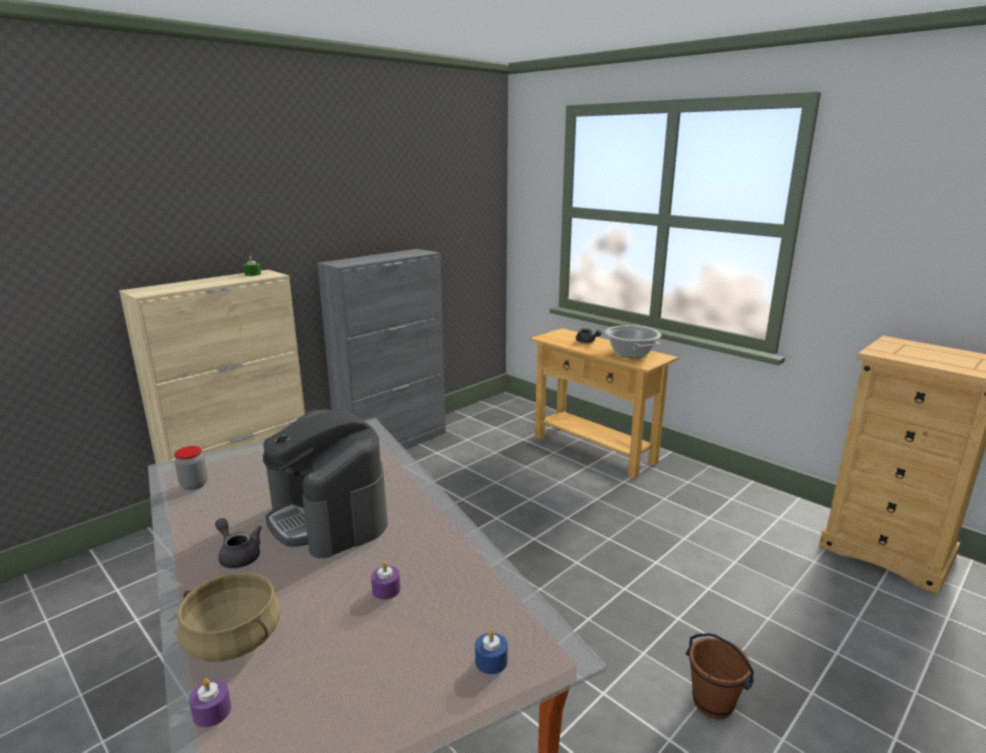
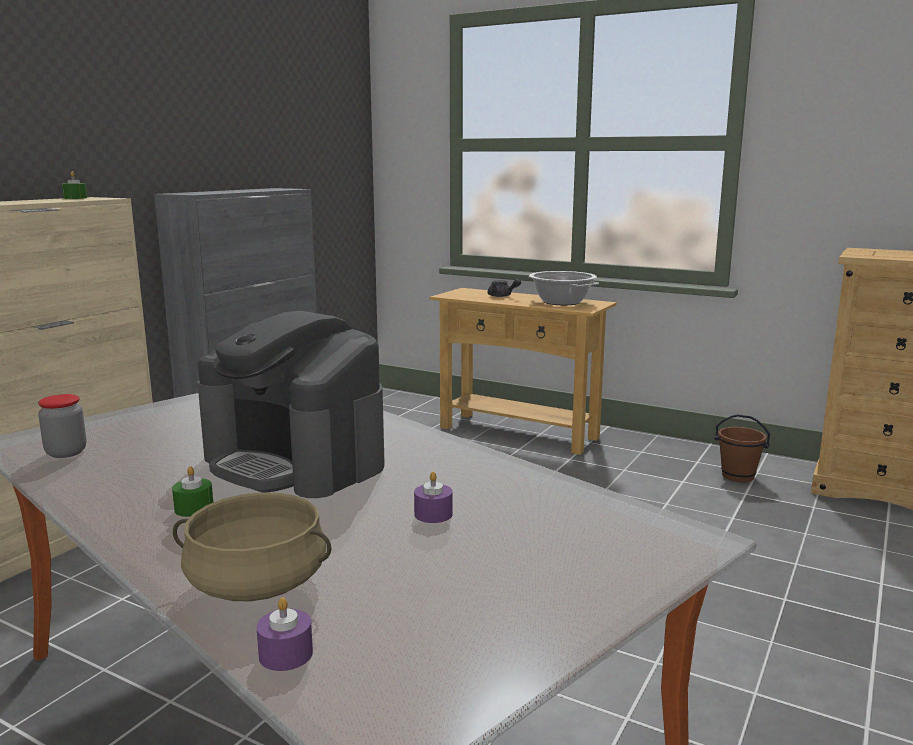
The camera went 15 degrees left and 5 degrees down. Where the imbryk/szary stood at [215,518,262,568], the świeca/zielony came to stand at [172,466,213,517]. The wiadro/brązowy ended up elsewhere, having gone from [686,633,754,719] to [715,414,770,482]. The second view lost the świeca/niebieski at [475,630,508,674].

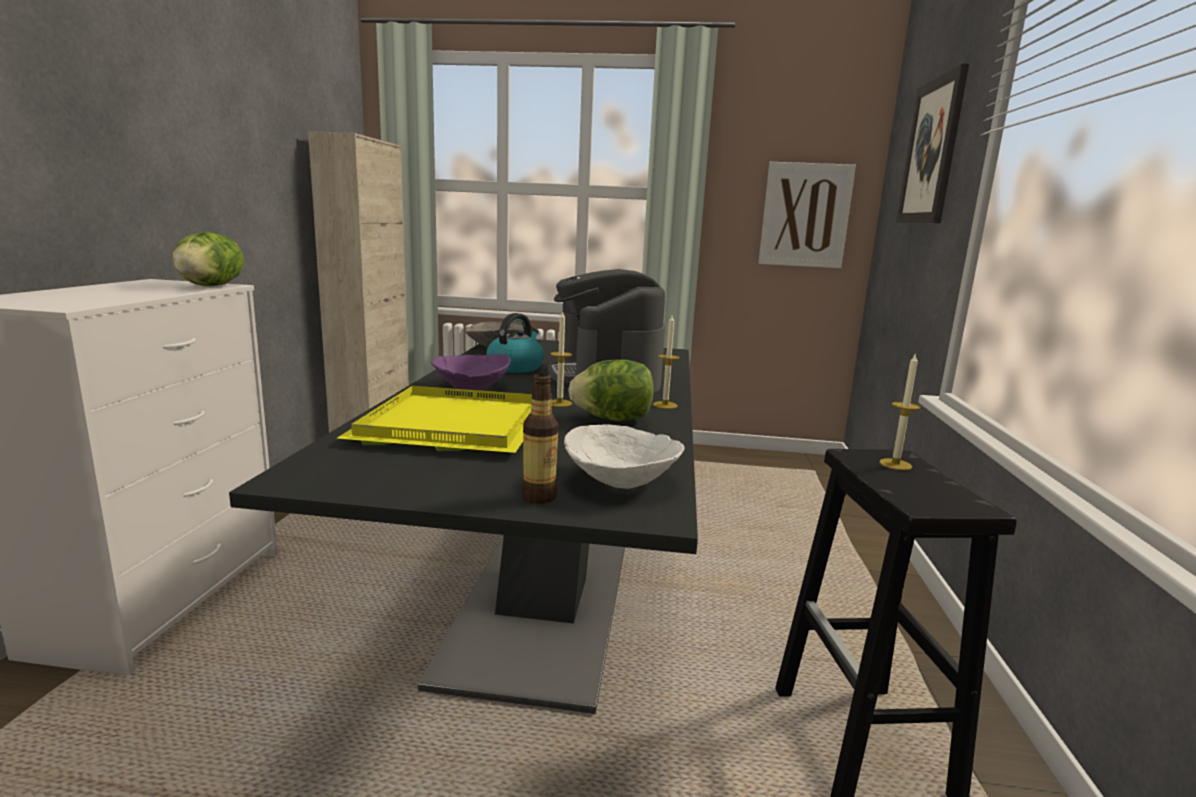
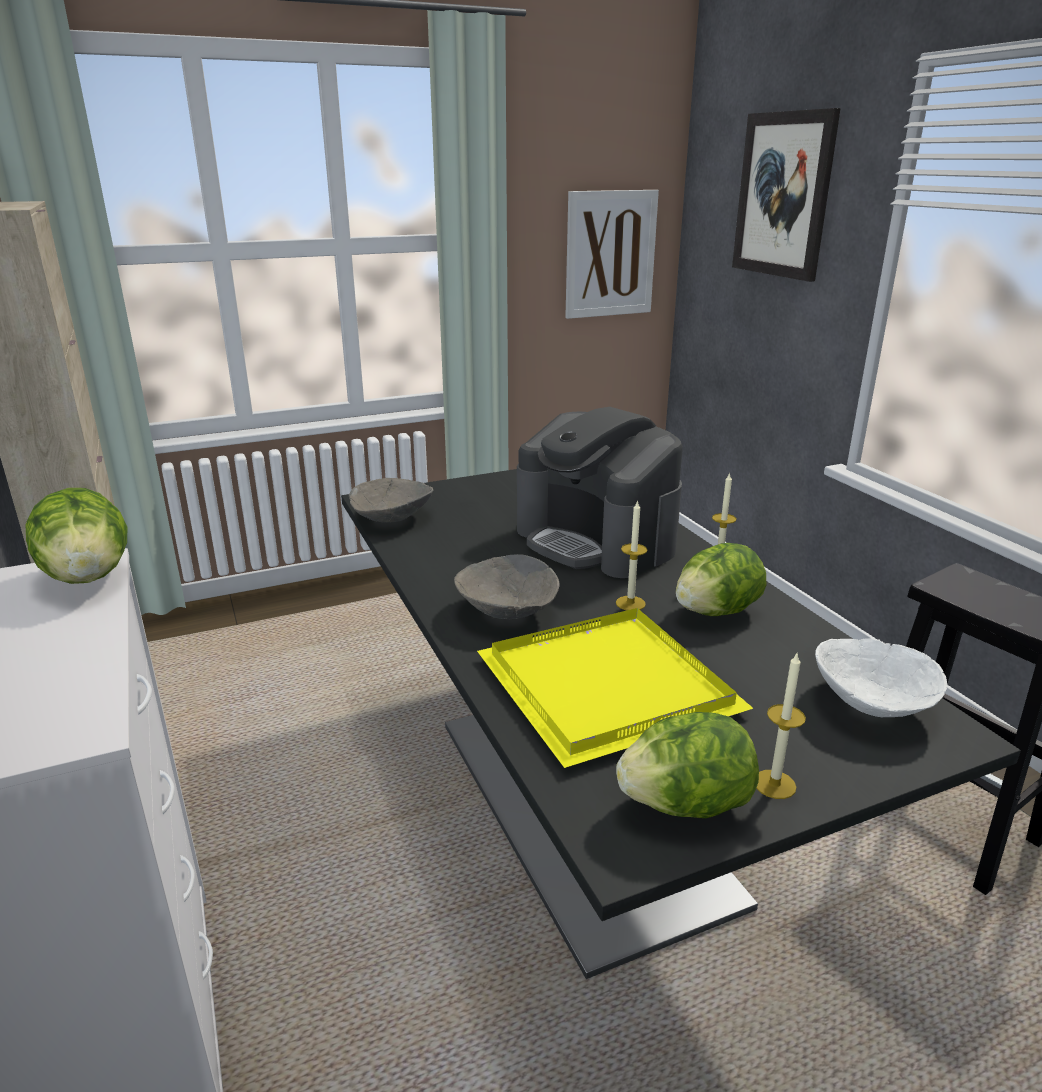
The camera went 30 degrees left and 10 degrees up. What was the miska/fioletowy at [431,354,511,390] turned into the miska/szary at [454,554,560,619]. The second view gained the sałata at [616,712,759,818]. The świeca ended up elsewhere, having gone from [879,352,921,470] to [756,654,806,799]. The second view lost the czajnik at [486,313,544,373]. The second view lost the butelka at [522,374,559,504].

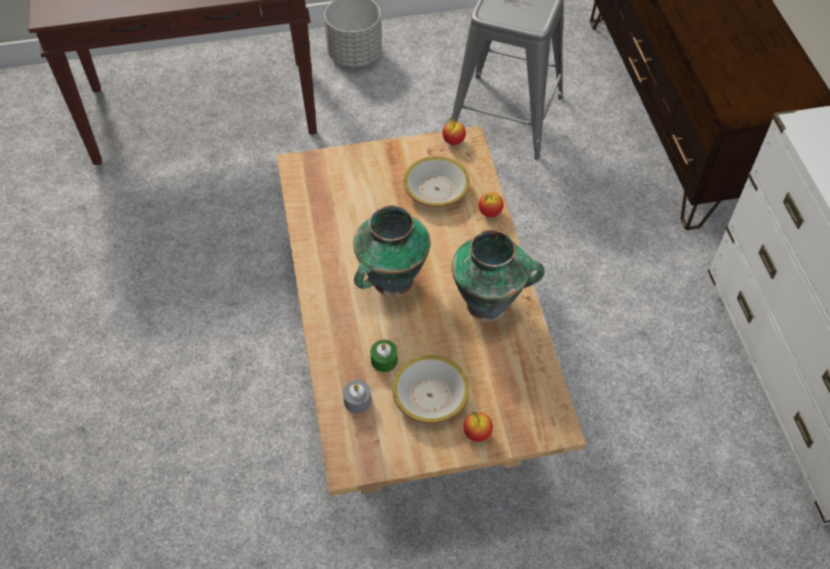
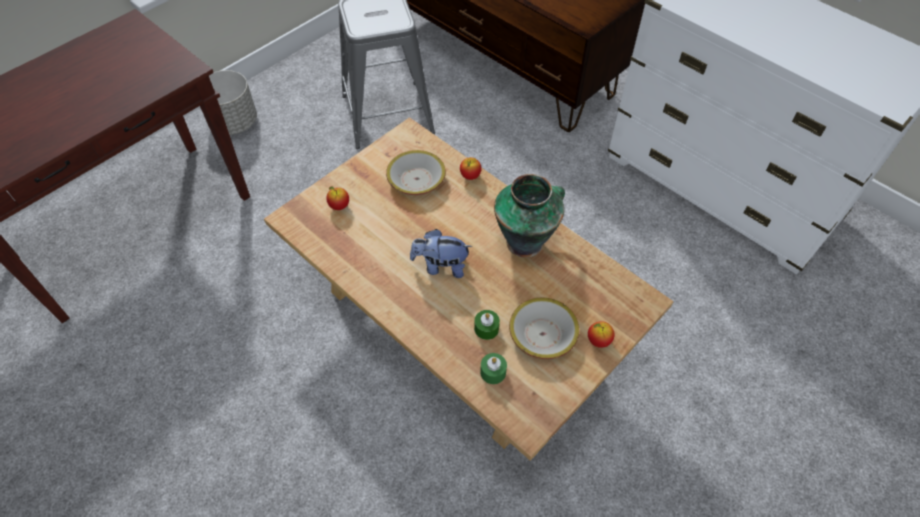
The camera went 35 degrees left and 0 degrees up. The jabłko ended up elsewhere, having gone from [443,118,466,145] to [326,187,349,210]. Where the wazon stood at [353,205,430,297], the pluszak came to stand at [410,229,472,278]. What was the świeca/szary at [343,380,371,413] turned into the świeca/zielony at [480,353,507,384].

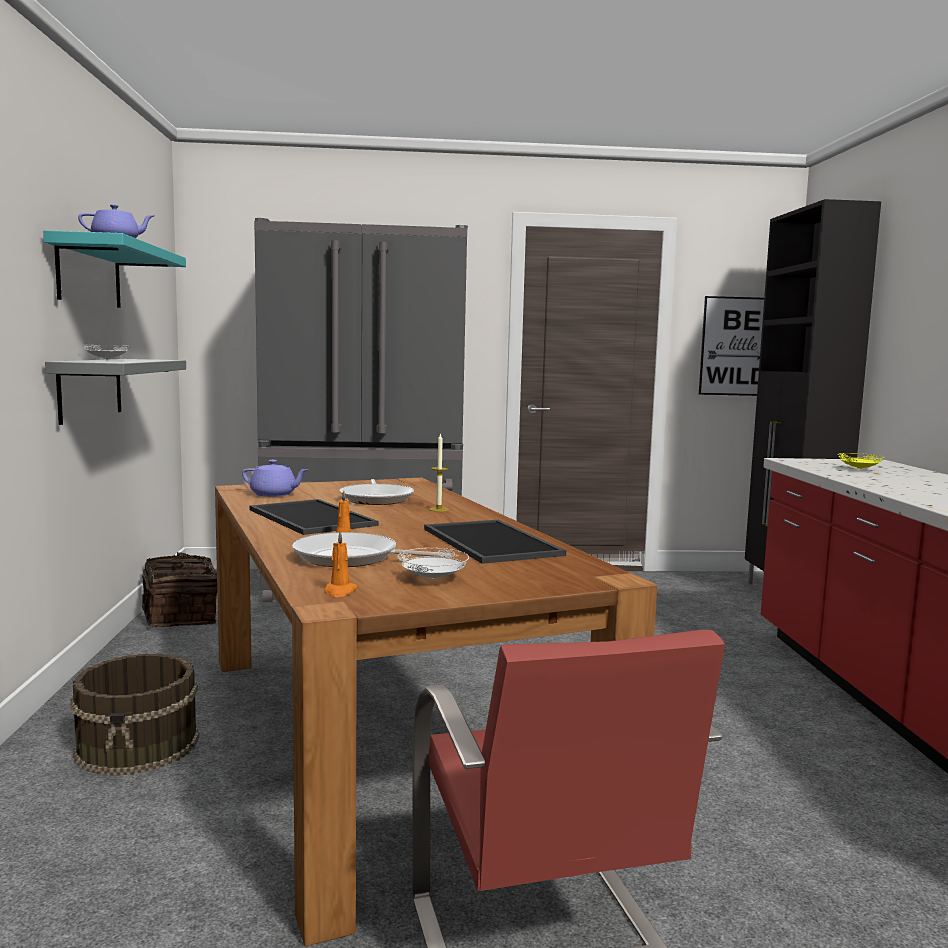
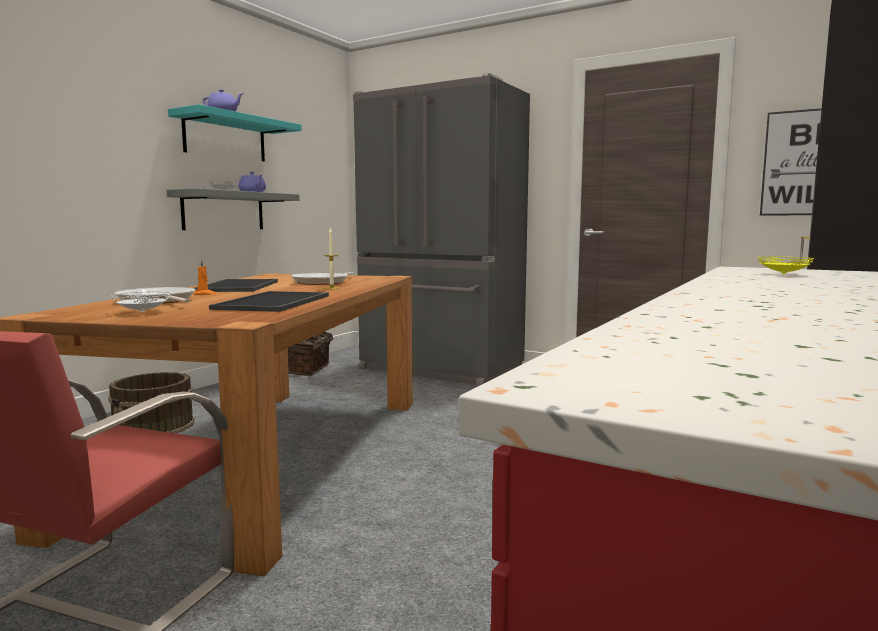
The camera went 35 degrees right and 0 degrees up. The imbryk/fioletowy ended up elsewhere, having gone from [242,460,309,497] to [239,172,266,192]. The second view lost the świeca/pomarańczowy at [324,531,357,597].

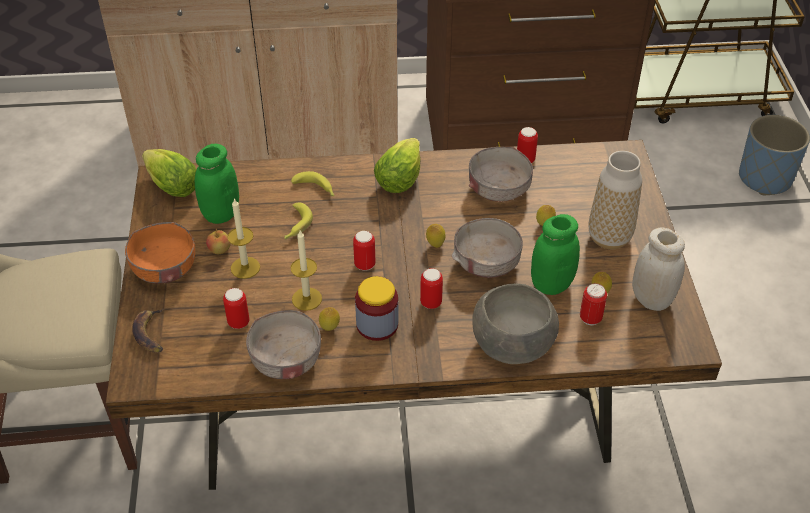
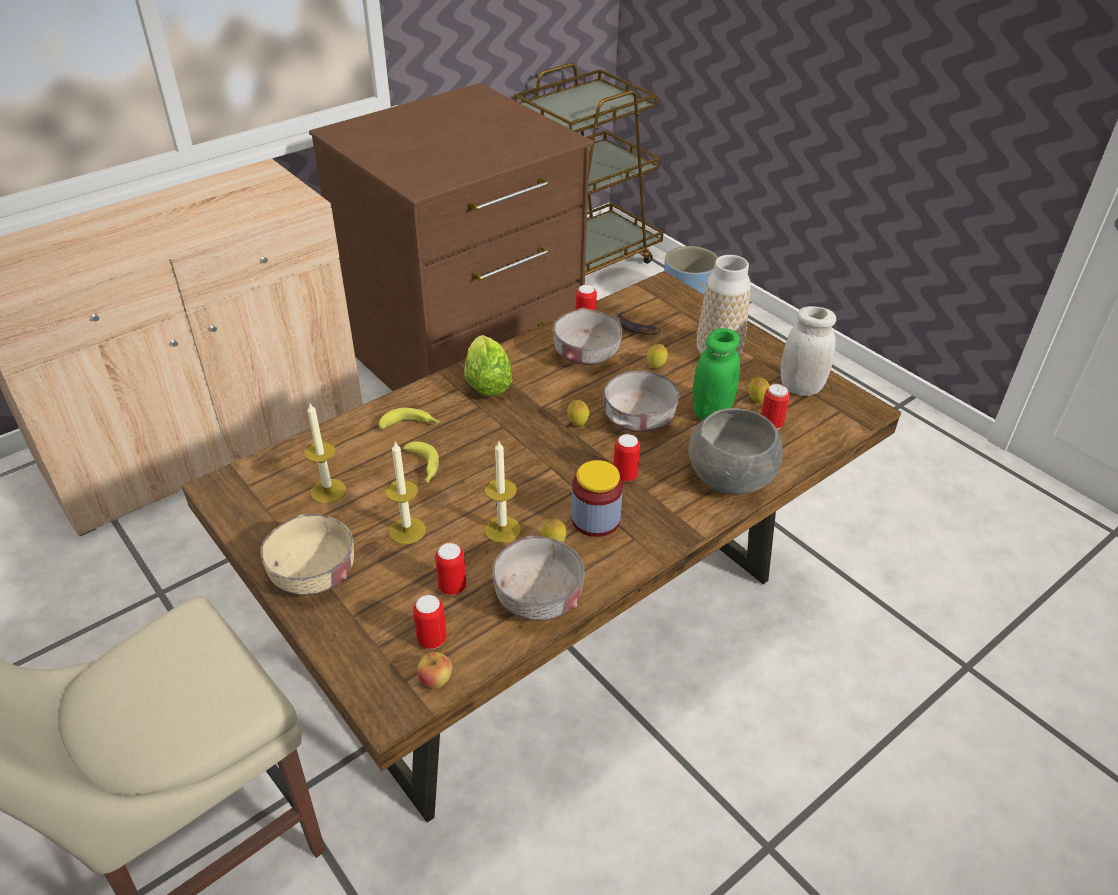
The camera went 35 degrees left and 5 degrees down. What was the miska/pomarańczowy at [125,222,195,284] turned into the miska/beżowy at [260,514,354,595]. Where the słoik/zielony stood at [195,144,239,224], the świeca came to stand at [304,403,346,504]. The puszka ended up elsewhere, having gone from [353,231,375,271] to [413,595,447,649]. The jabłko ended up elsewhere, having gone from [206,229,231,254] to [417,652,452,688]. The banan ended up elsewhere, having gone from [133,309,163,352] to [613,311,661,335]. The second view lost the sałata at [142,149,196,197].

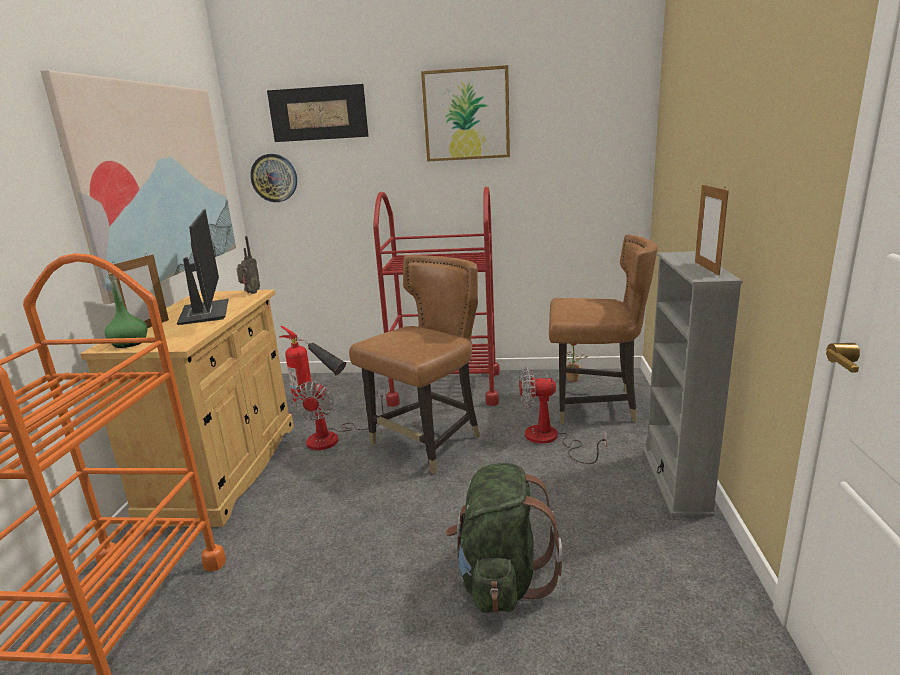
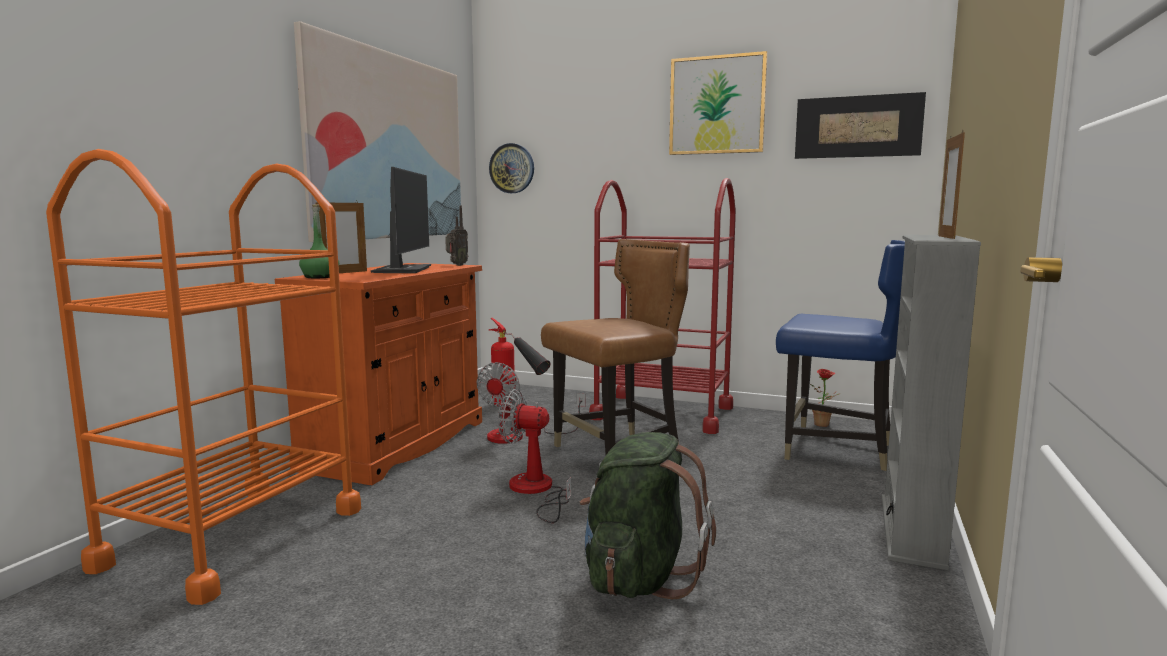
The camera went 15 degrees right and 10 degrees down. What was the szafka/beżowy at [80,290,294,527] turned into the szafka/pomarańczowy at [275,263,482,485]. The wentylator ended up elsewhere, having gone from [519,367,607,464] to [498,389,571,523]. What was the krzesło/brązowy at [549,235,658,424] turned into the krzesło/niebieski at [776,240,905,471]. The obraz ended up elsewhere, having gone from [267,84,369,142] to [795,92,926,159].

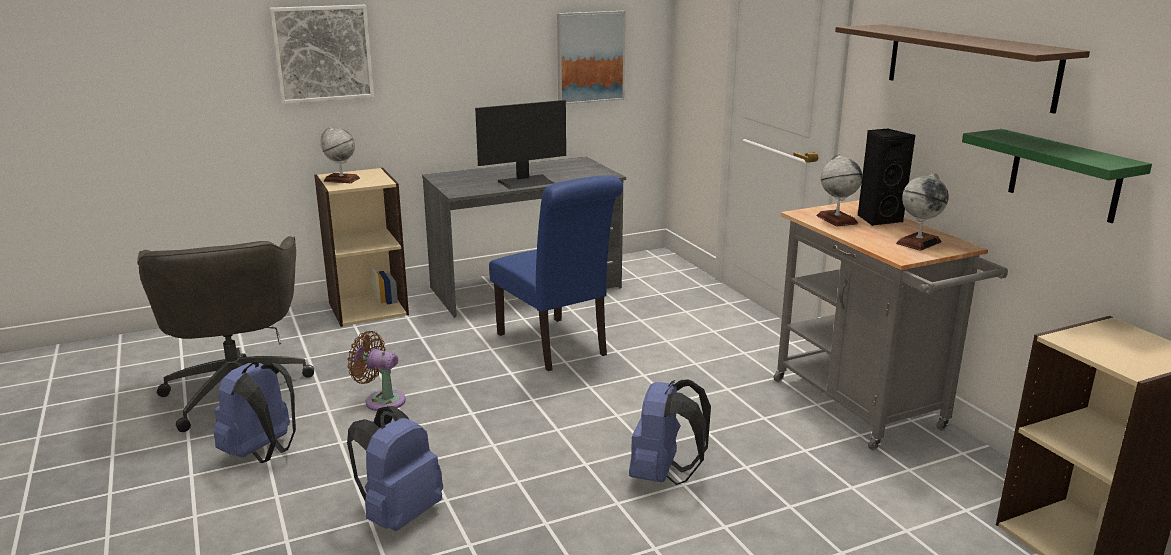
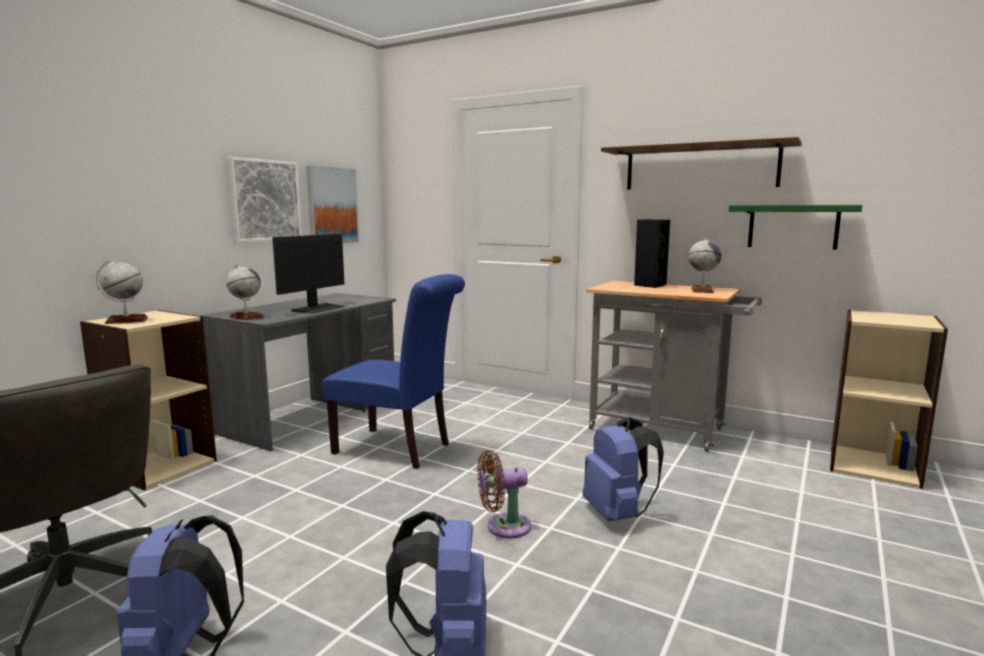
The camera went 35 degrees left and 10 degrees down. The globus ended up elsewhere, having gone from [816,154,862,226] to [226,264,264,320]. The obraz ended up elsewhere, having gone from [269,5,374,104] to [227,157,302,243]. The wentylator/brązowy ended up elsewhere, having gone from [348,331,406,411] to [477,450,531,538].

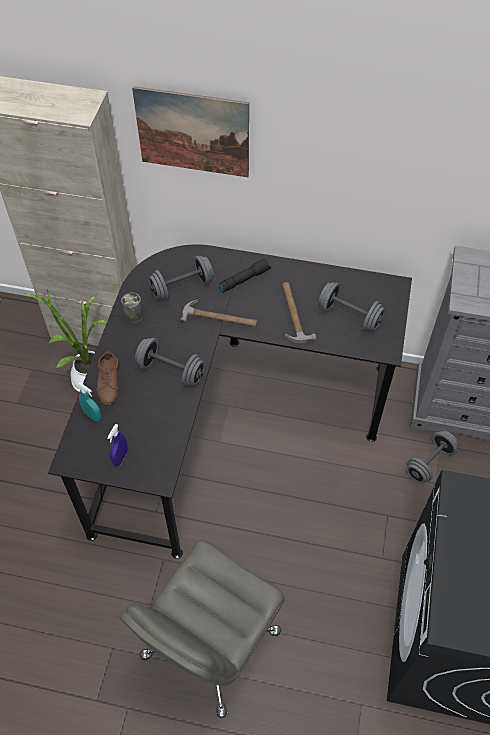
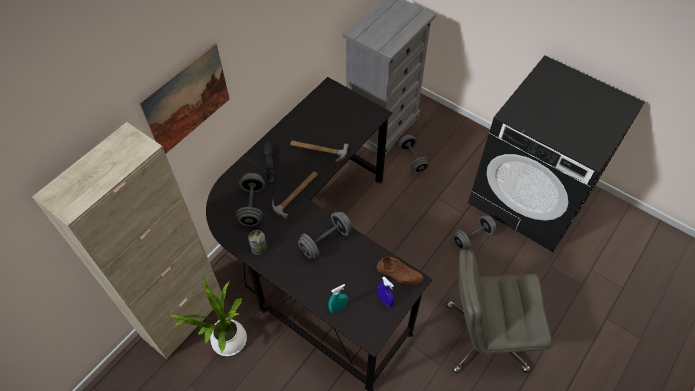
The camera went 65 degrees left and 0 degrees up. The but/brązowy ended up elsewhere, having gone from [97,351,119,405] to [376,257,424,285]. The krzesło biurowe/szary at [119,540,285,719] ended up facing another way, 120 degrees clockwise from before. The hantel/szary ended up elsewhere, having gone from [318,282,385,331] to [453,216,496,250].

